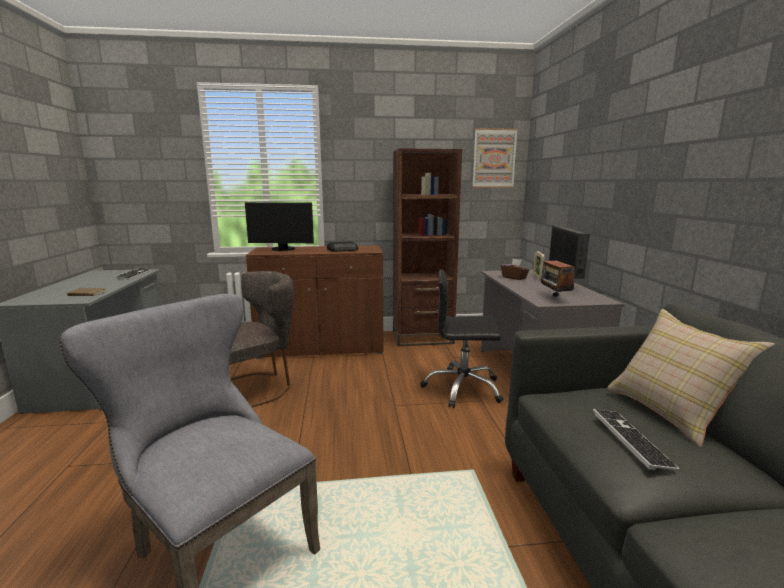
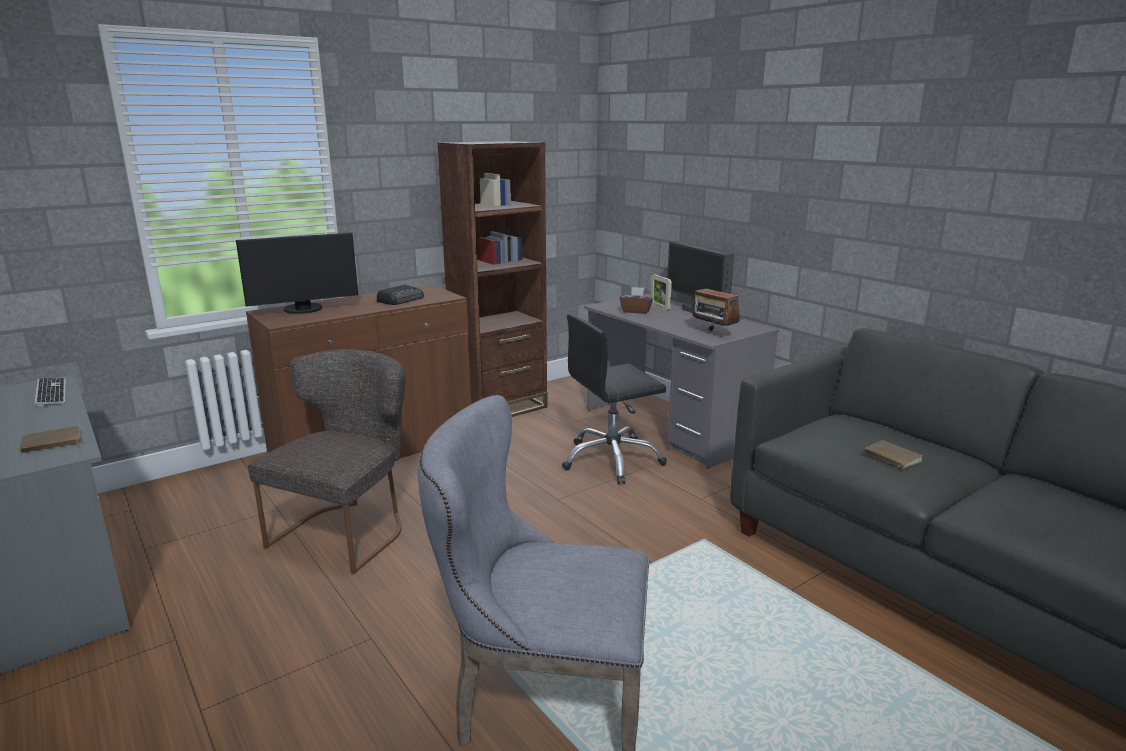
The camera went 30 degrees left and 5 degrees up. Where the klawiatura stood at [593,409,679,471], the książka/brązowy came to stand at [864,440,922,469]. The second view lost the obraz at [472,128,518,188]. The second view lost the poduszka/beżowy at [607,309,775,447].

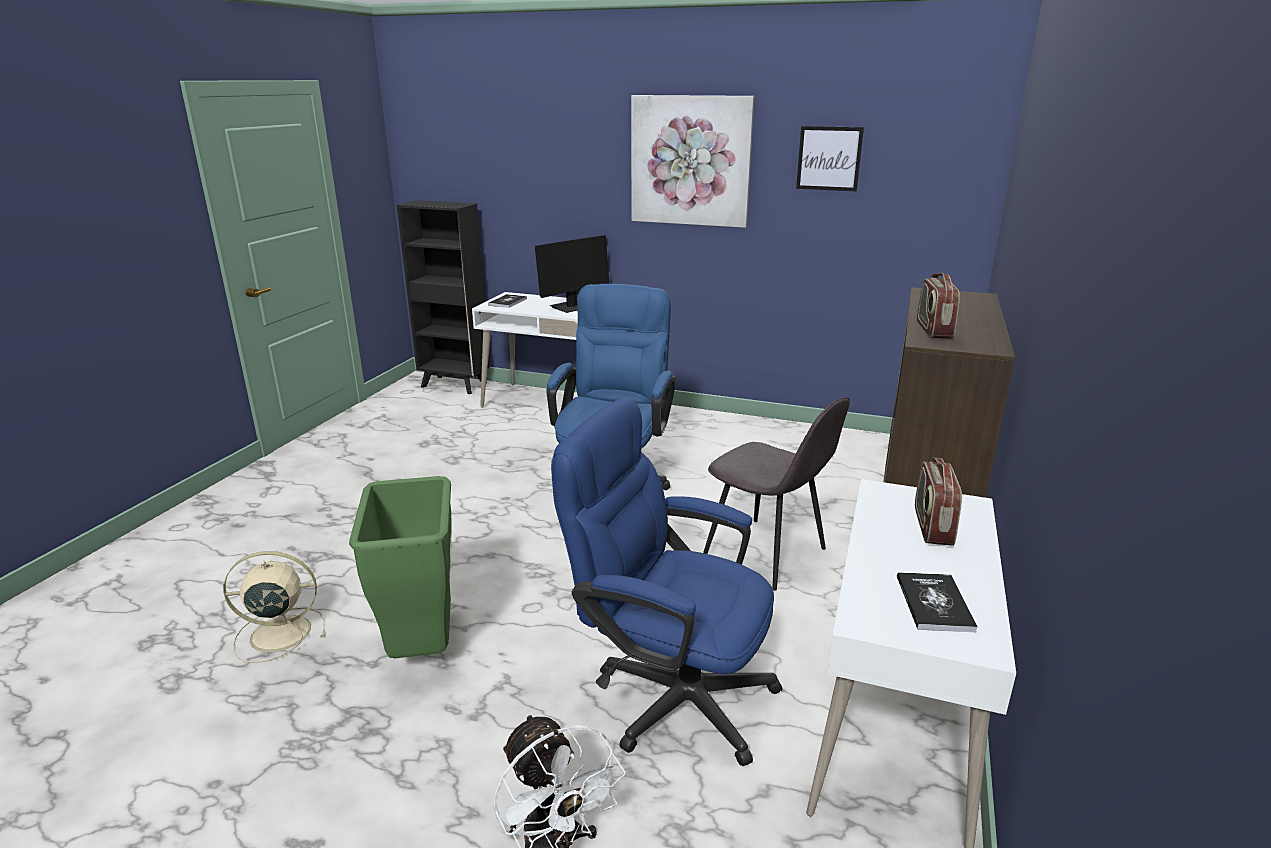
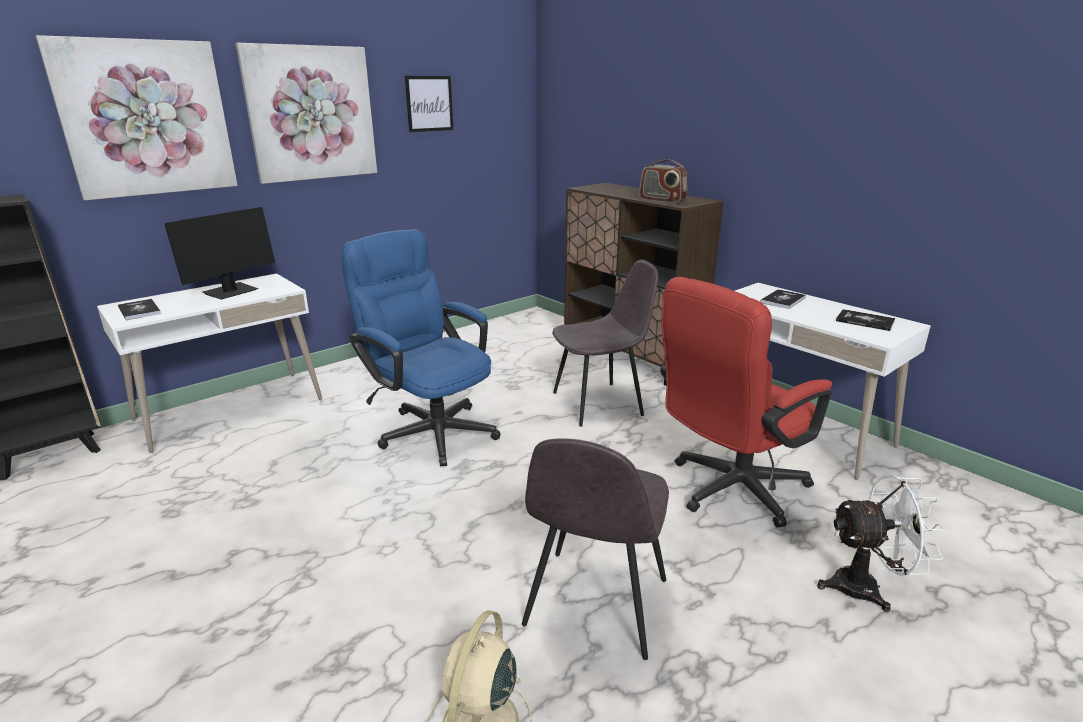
The camera went 60 degrees left and 0 degrees up. The second view gained the obraz at [36,35,238,200]. The monitor at [535,235,609,313] ended up facing another way, 45 degrees clockwise from before. Where the kosz na śmieci/zielony stood at [349,476,452,658], the krzesło/szary came to stand at [522,438,669,660]. What was the krzesło biurowe/niebieski at [551,398,782,766] turned into the krzesło biurowe/czerwony at [660,277,832,528]. Where the radio stood at [915,457,962,546], the książka came to stand at [760,289,806,309].

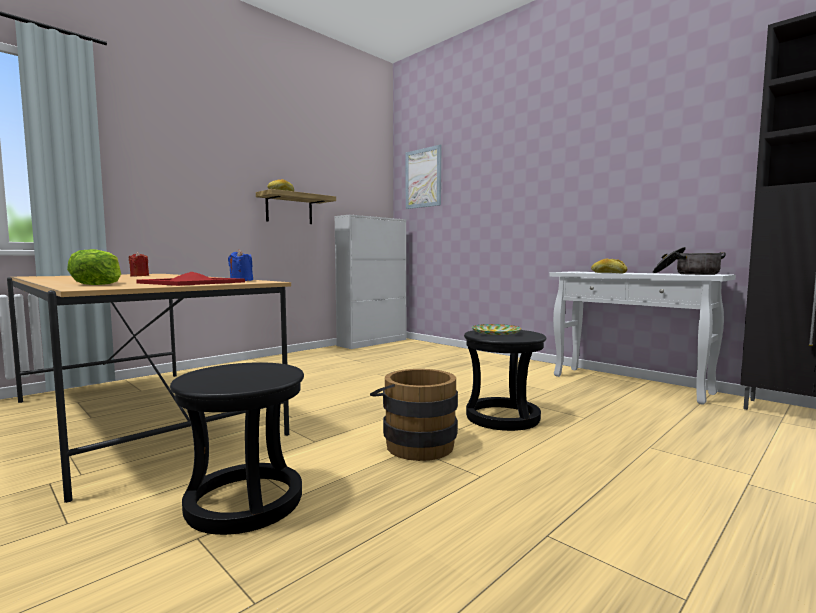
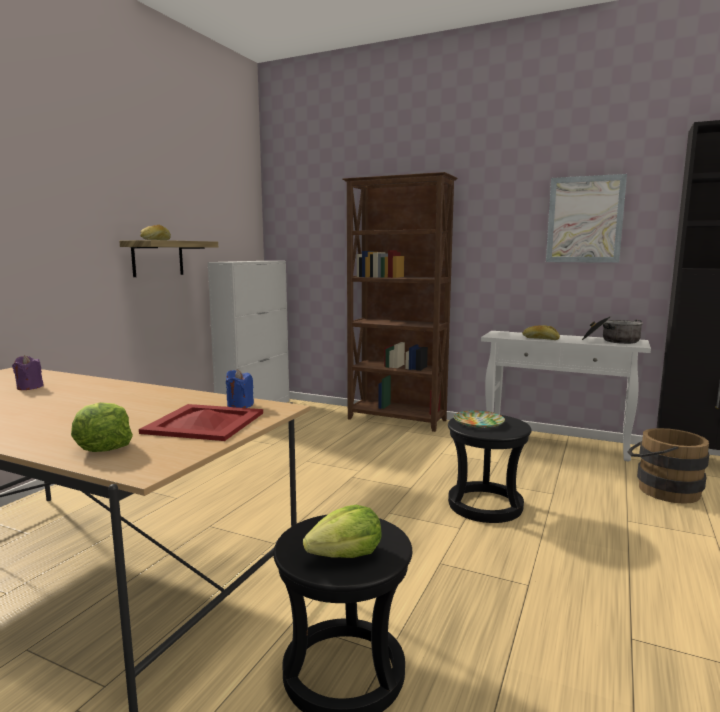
The camera went 20 degrees left and 5 degrees up. What was the świeca/czerwony at [129,252,149,276] turned into the świeca/fioletowy at [12,355,44,390]. The second view gained the sałata at [303,505,381,558]. The second view gained the regał/brązowy at [342,172,458,432]. The obraz ended up elsewhere, having gone from [406,145,441,209] to [546,174,627,263]. The wiadro/brązowy ended up elsewhere, having gone from [370,369,458,461] to [628,428,709,504].

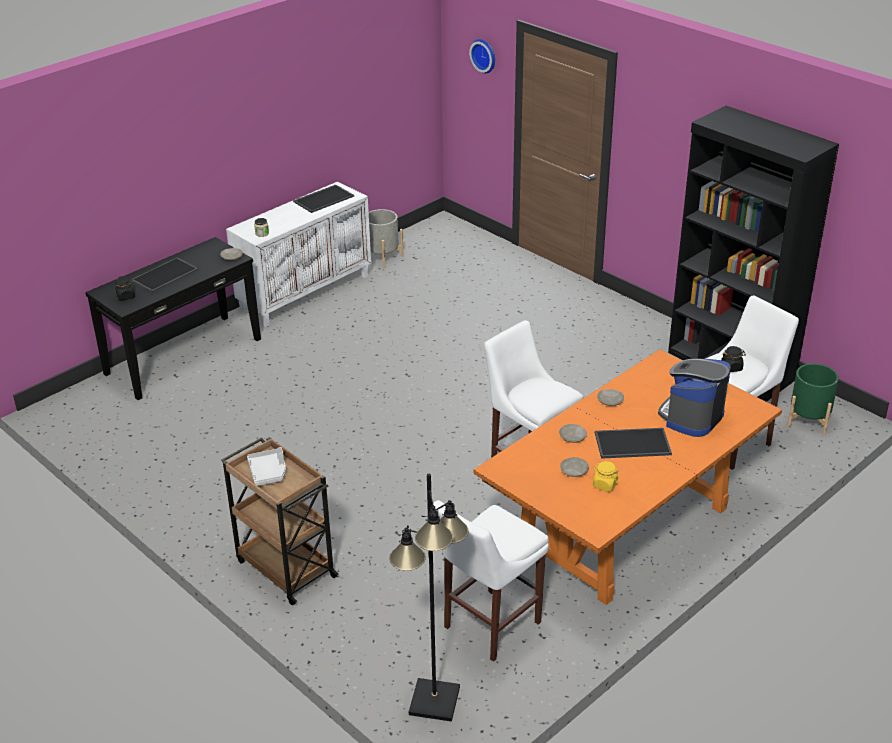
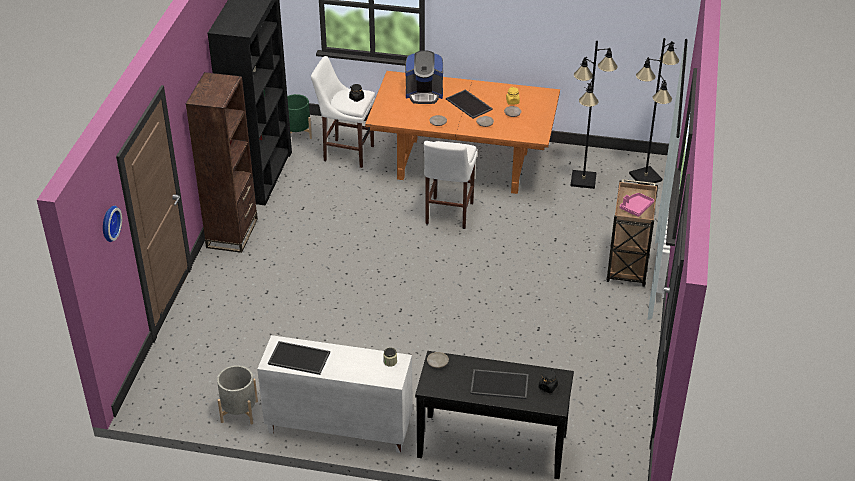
The camera went 125 degrees left and 5 degrees up. The second view gained the regał/brązowy at [186,72,258,253]. Where the stołek/biały stood at [433,500,549,661], the lampa stojąca/czarny came to stand at [570,41,618,189]. What was the taca/szary at [247,447,286,486] turned into the taca/różowy at [619,193,654,217].

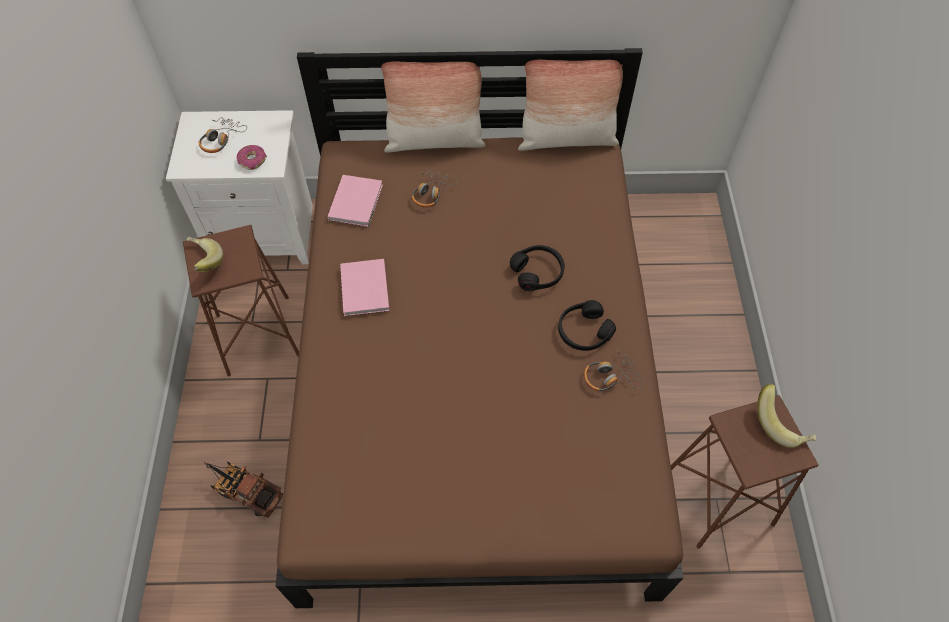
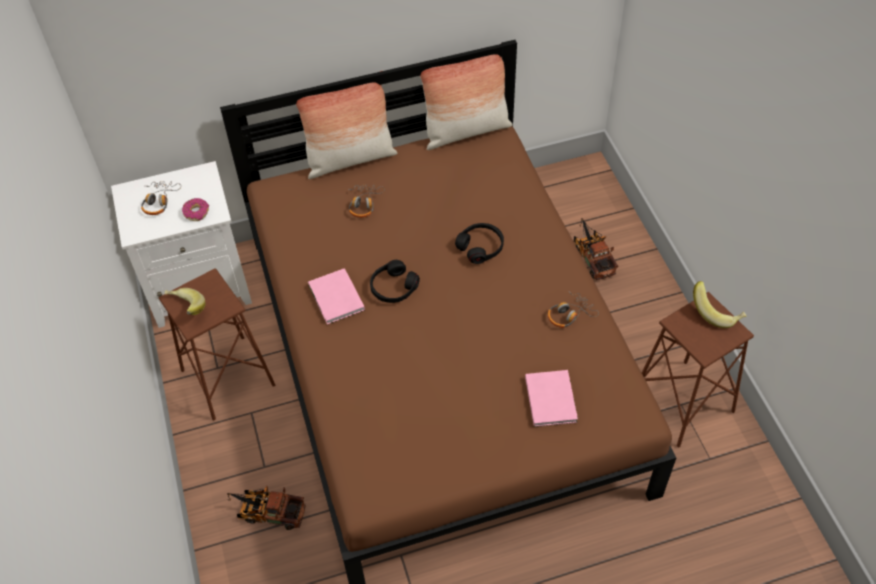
The camera went 15 degrees left and 5 degrees down. The słuchawki/czarny ended up elsewhere, having gone from [558,300,616,351] to [370,260,420,303]. The książka/różowy ended up elsewhere, having gone from [328,175,383,227] to [525,370,578,427]. The second view gained the ciężarówka zabawkowa at [573,218,618,280].

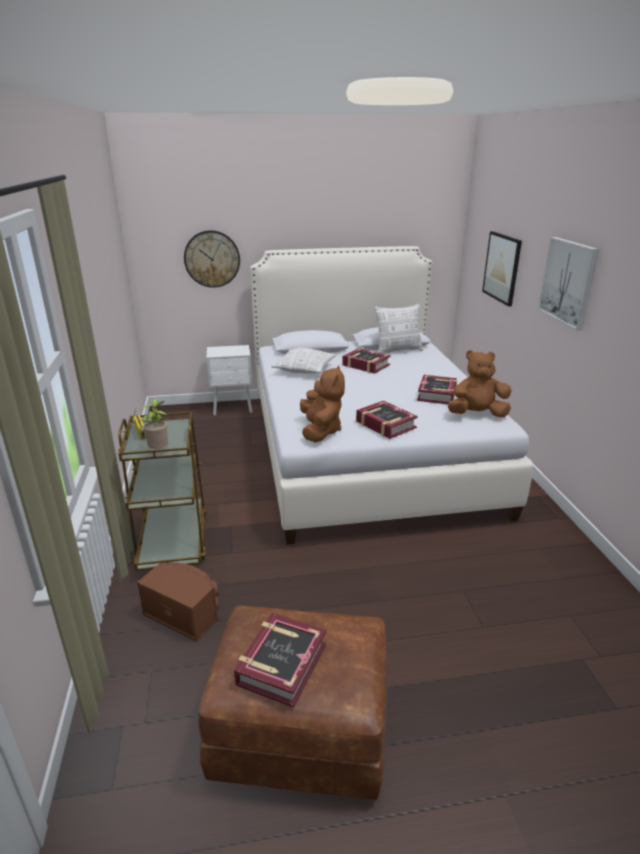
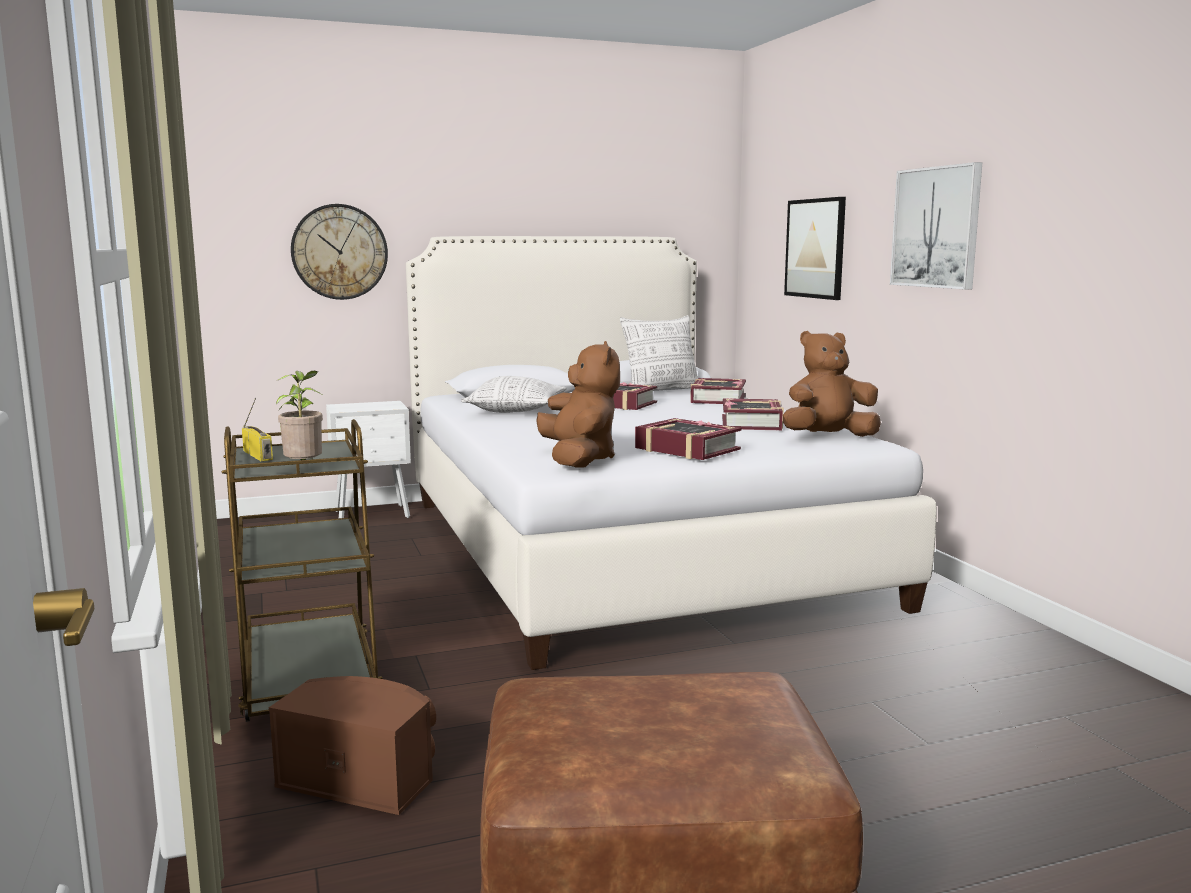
The camera went 10 degrees left and 15 degrees down. The książka ended up elsewhere, having gone from [234,613,326,707] to [690,378,746,404].

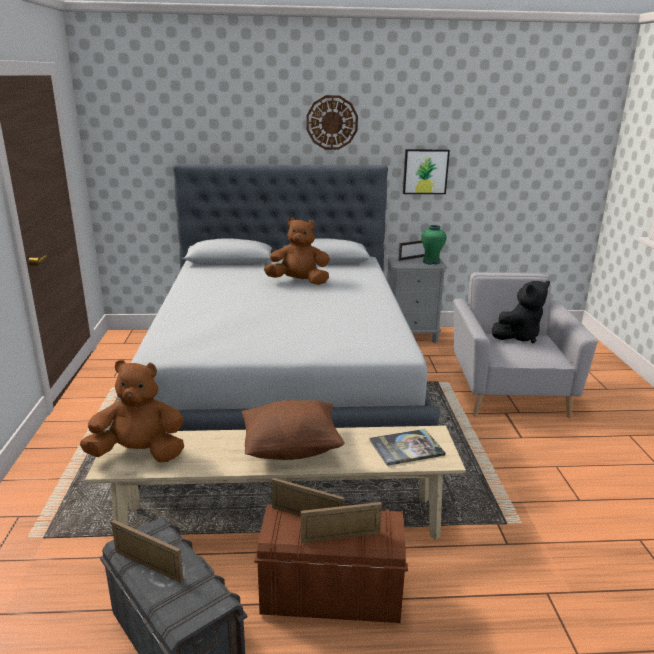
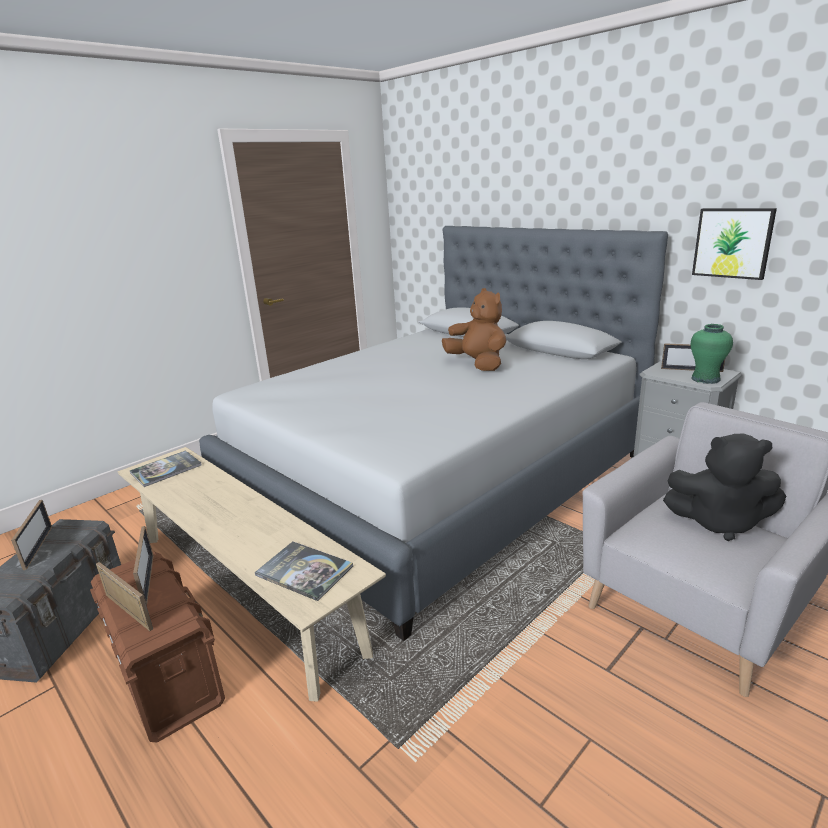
The camera went 50 degrees right and 0 degrees up. Where the pluszak/brązowy stood at [80,360,184,462], the książka came to stand at [130,450,201,487]. The second view lost the poduszka/brązowy at [242,400,345,460]. The second view lost the zegar ścienny at [306,95,358,150].

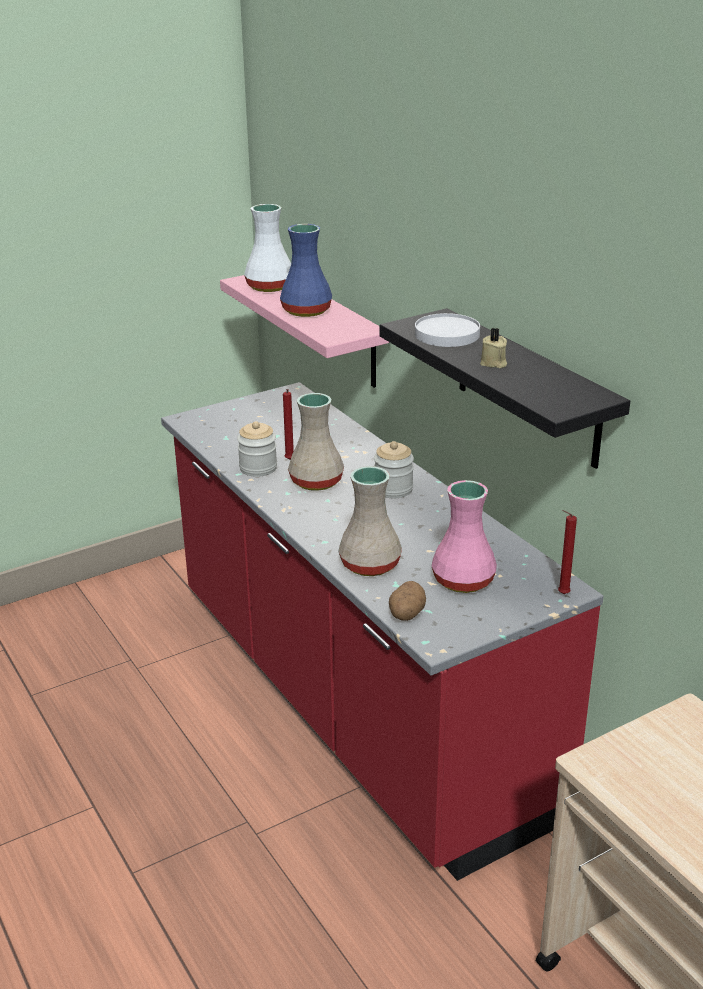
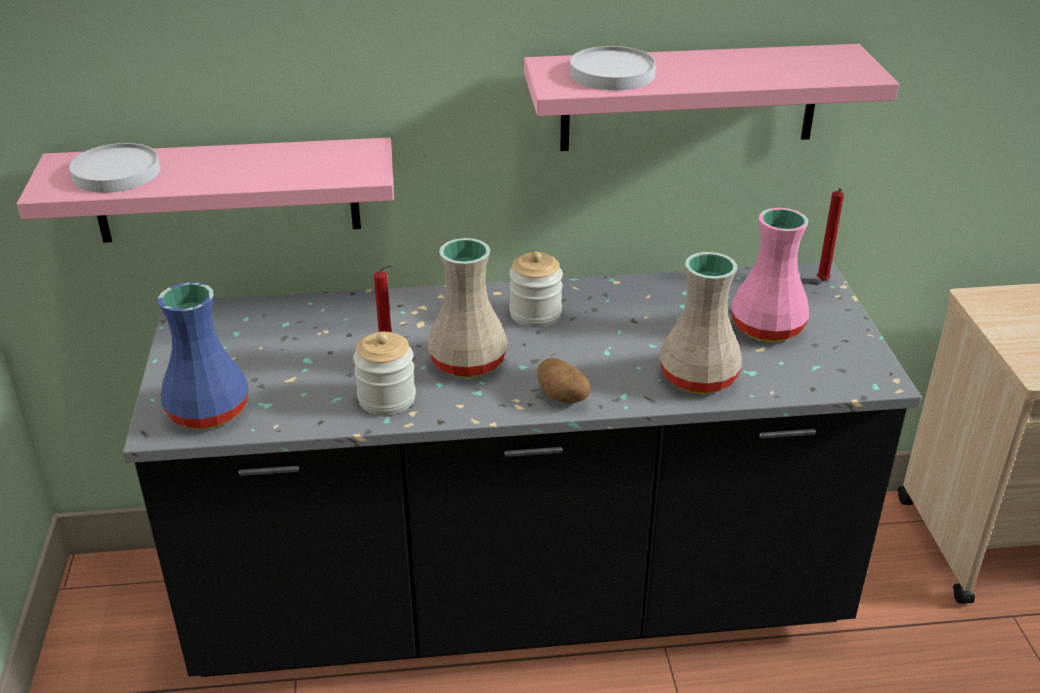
The camera went 65 degrees left and 5 degrees up. Where the wazon/biały stood at [244,204,291,292], the talerz/biały came to stand at [69,143,160,193]. What was the zabudowa kuchenna/czerwony at [161,382,603,881] turned into the zabudowa kuchenna/czarny at [123,263,922,677]. The wazon/niebieski ended up elsewhere, having gone from [280,224,332,317] to [158,282,249,429]. What was the półka/czarny at [380,308,630,469] turned into the półka/różowy at [524,44,899,151]. The ziemniak ended up elsewhere, having gone from [389,581,426,621] to [537,358,590,403]. The second view lost the świeca/beżowy at [480,328,507,368].

